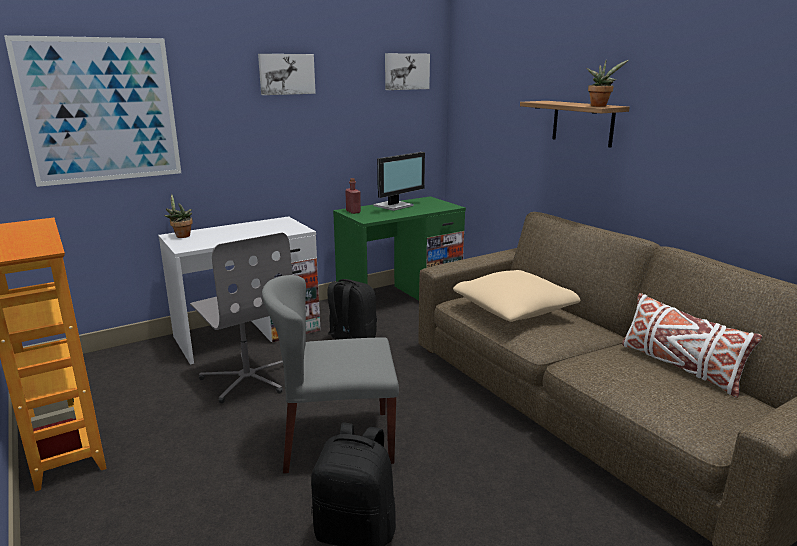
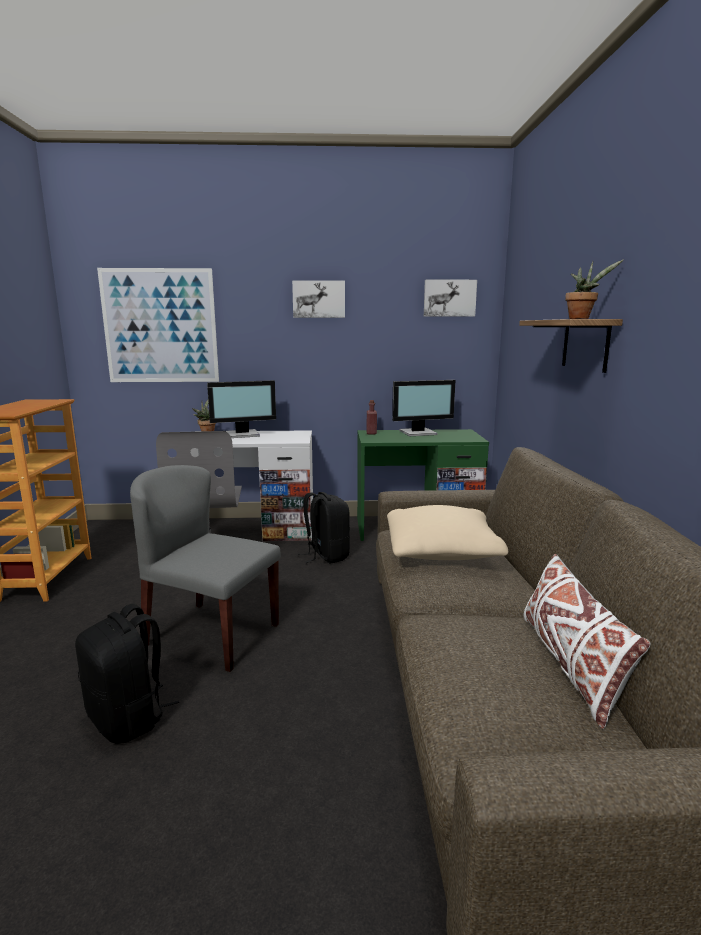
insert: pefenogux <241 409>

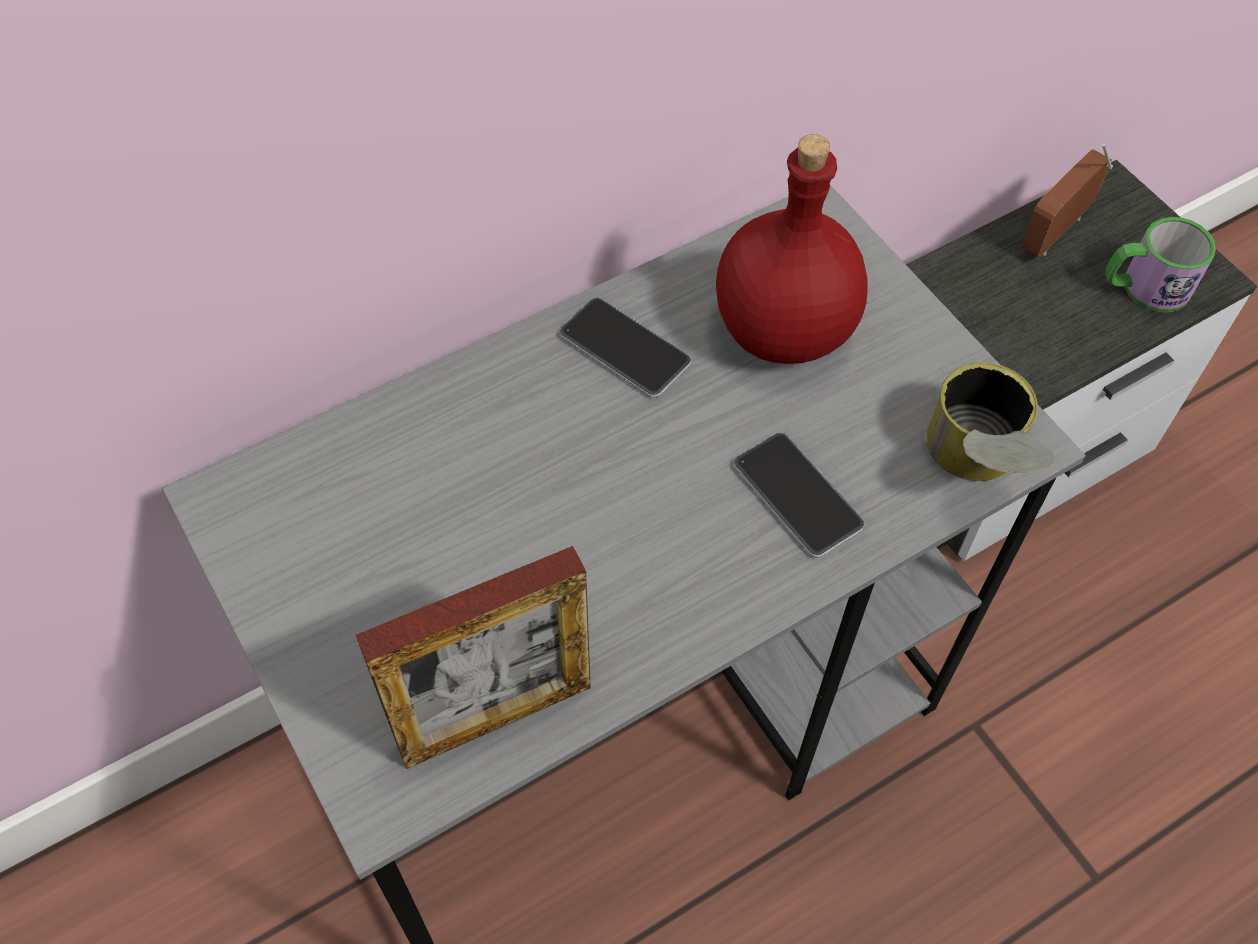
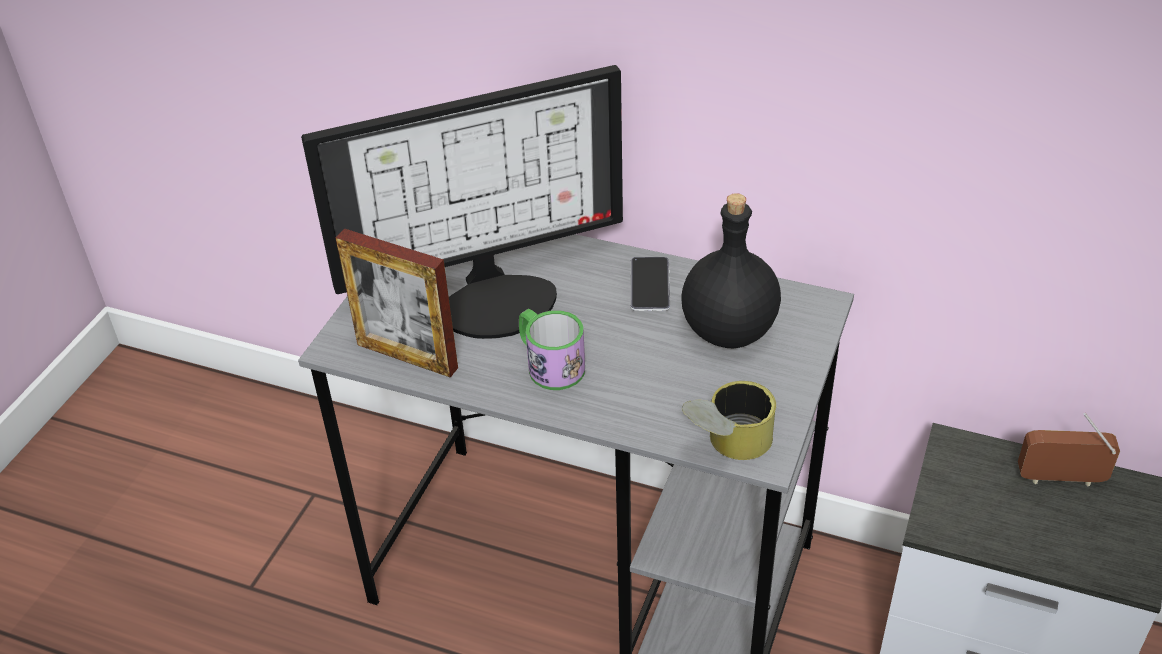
delete: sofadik <799 495>
insert: pefenogux <462 202>
move: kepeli <1160 264> to <552 349>
recolor: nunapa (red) <792 249> to nunapa (black) <731 270>

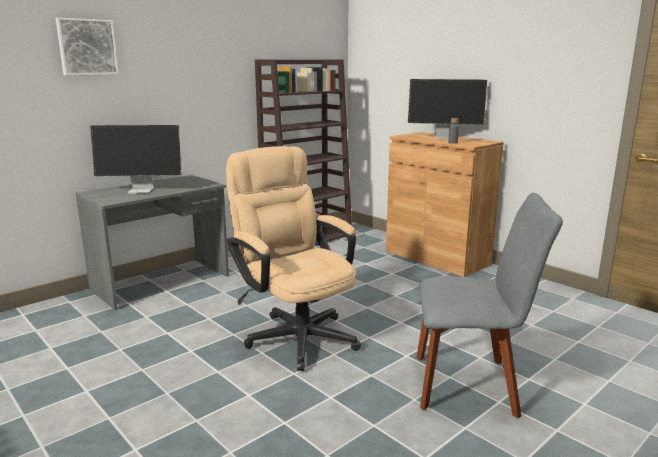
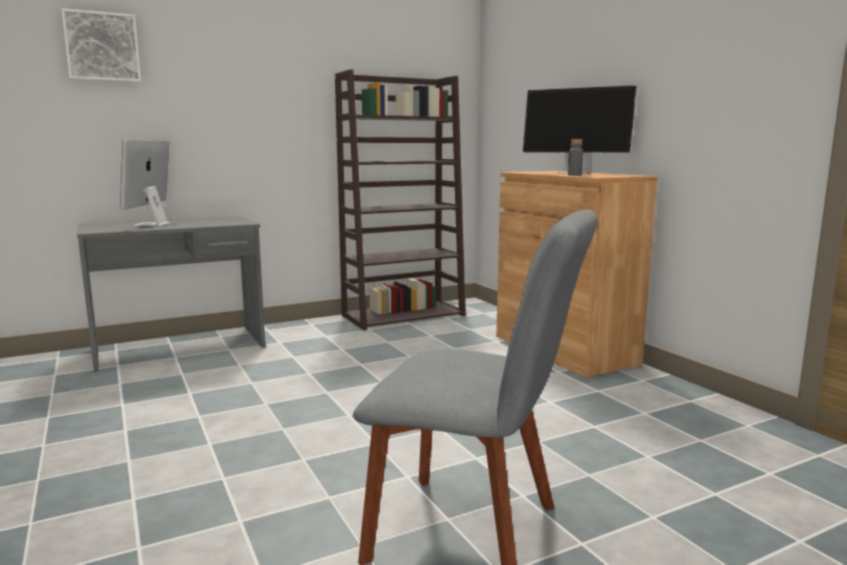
delete: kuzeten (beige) <293 258>
rotate: pefenogux <136 159> = <148 183> 75 degrees clockwise

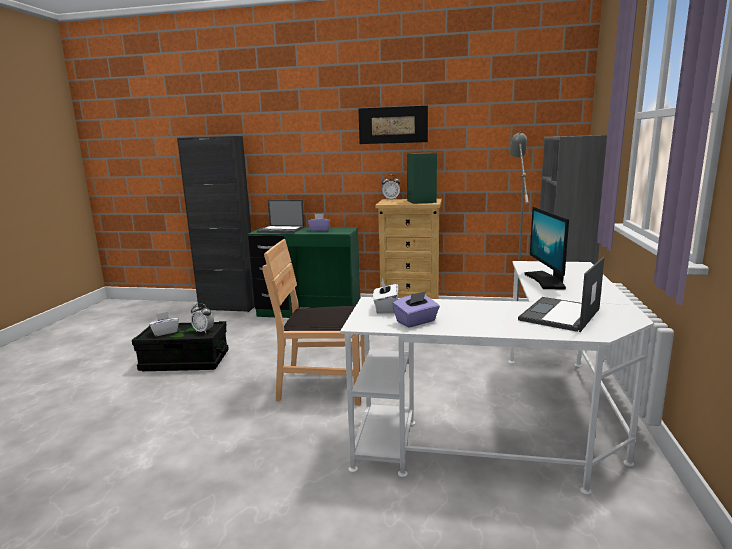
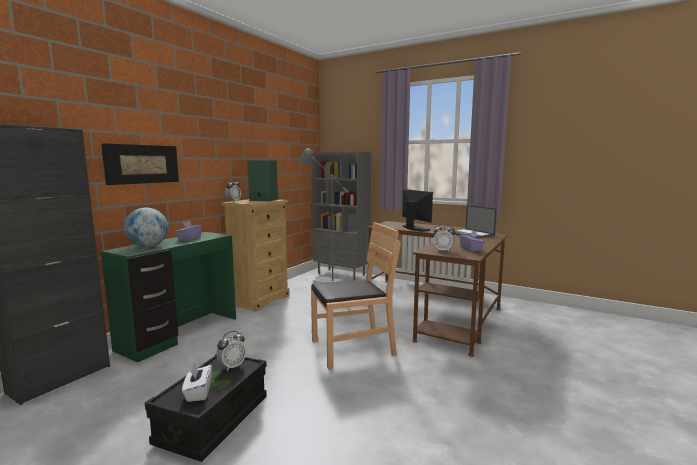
move: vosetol <393 125> to <140 164>
replace: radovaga <281 216> to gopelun <146 227>; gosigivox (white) <385 295> to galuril <444 237>
recolor: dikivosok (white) <497 378> to dikivosok (brown) <437 289>
rotate: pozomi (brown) <313 322> = <356 295> 135 degrees counterclockwise; pefenogux <546 248> = <417 210> 135 degrees counterclockwise

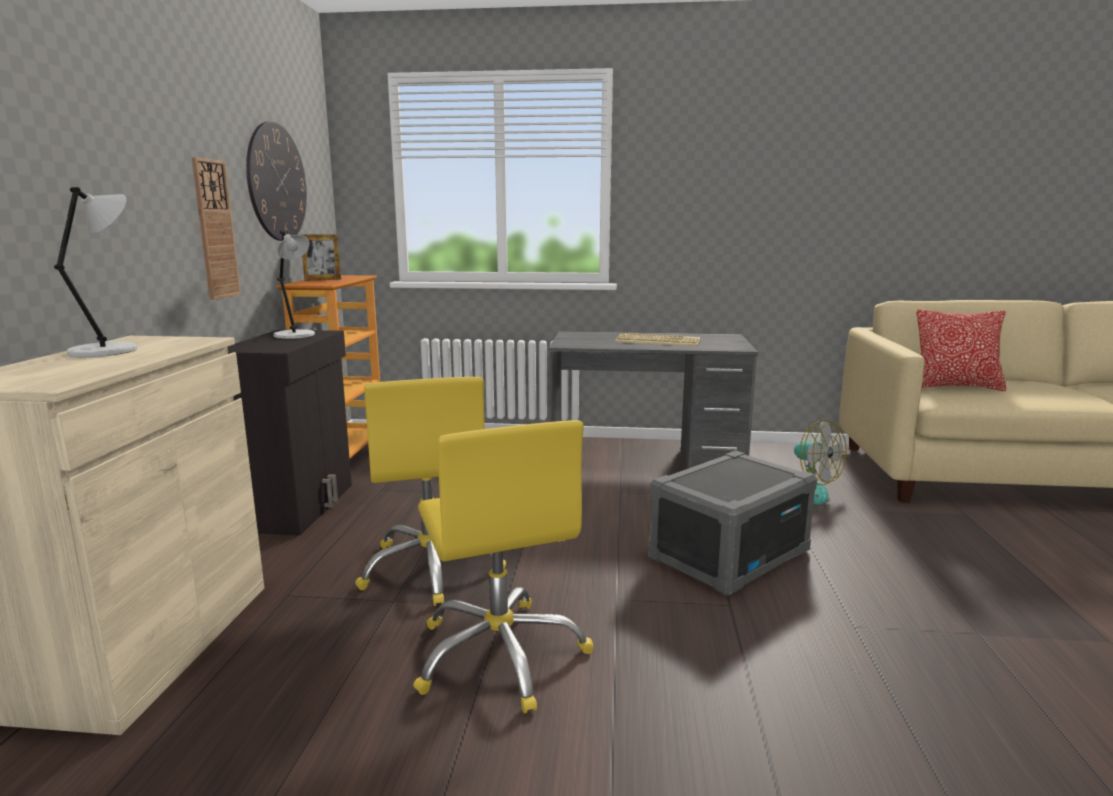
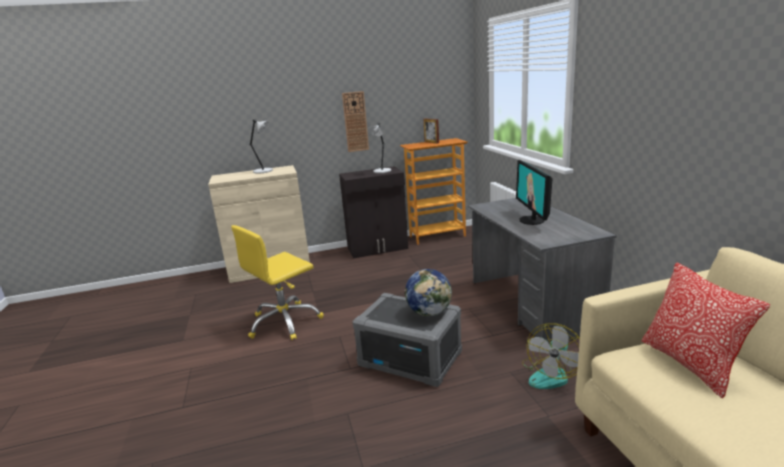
delete: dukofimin <276 181>; kuzeten (yellow) <430 491>
insert: gopelun <428 292>
replace: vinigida <657 339> to pefenogux <534 192>

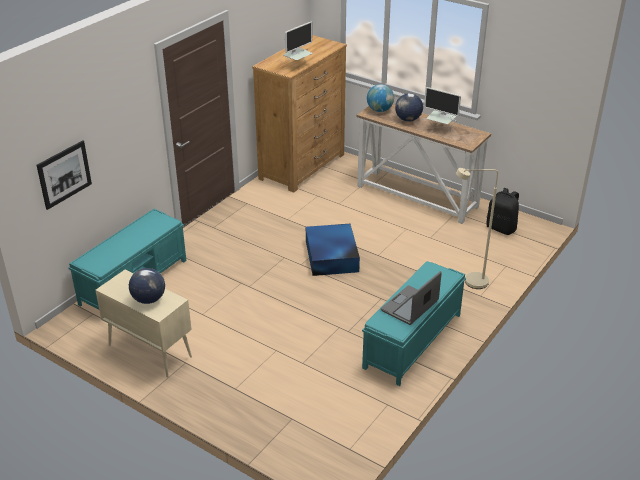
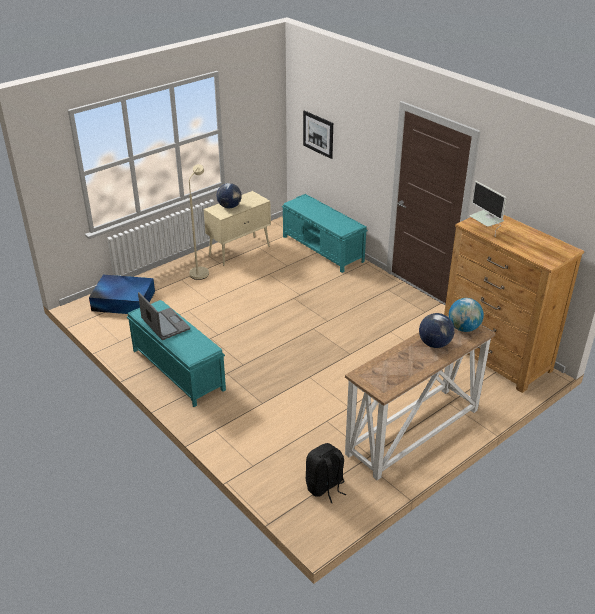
delete: pefenogux <442 109>
move: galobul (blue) <333 250> to <122 294>; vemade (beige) <477 228> to <199 222>

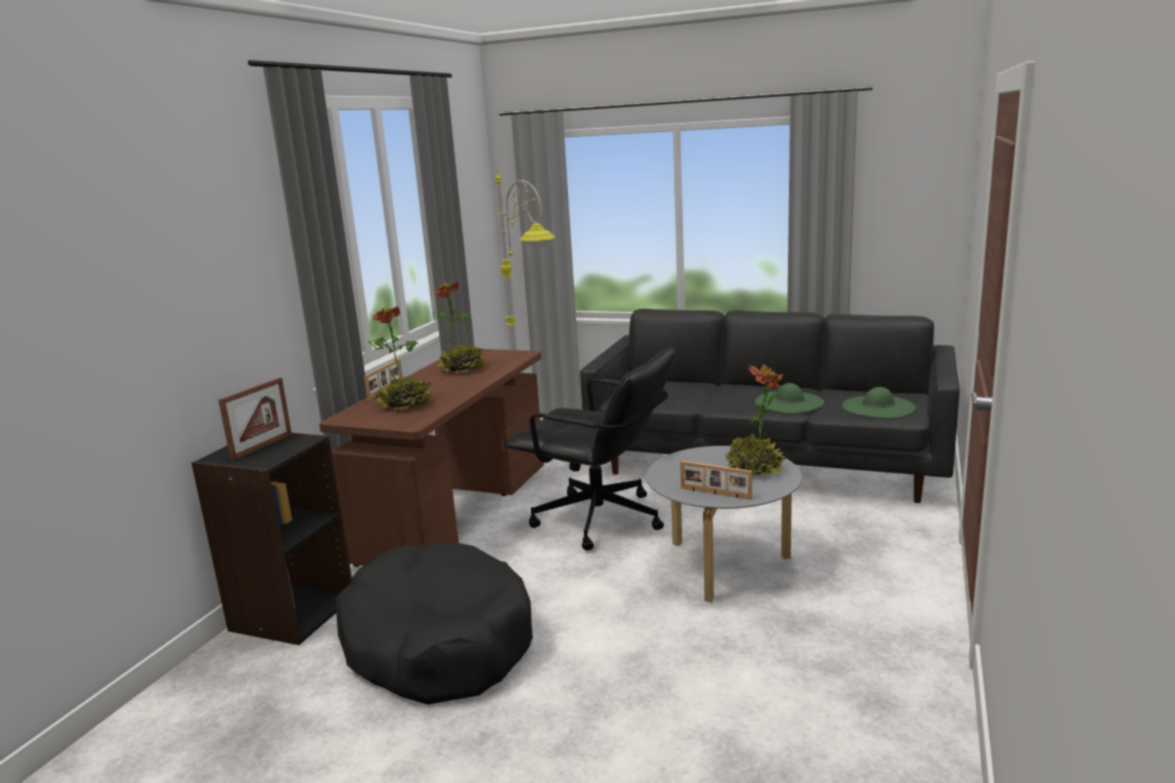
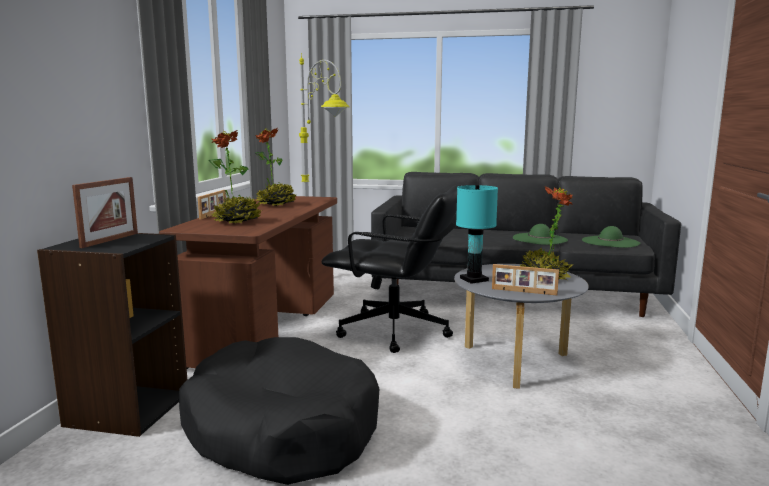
insert: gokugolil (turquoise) <477 234>

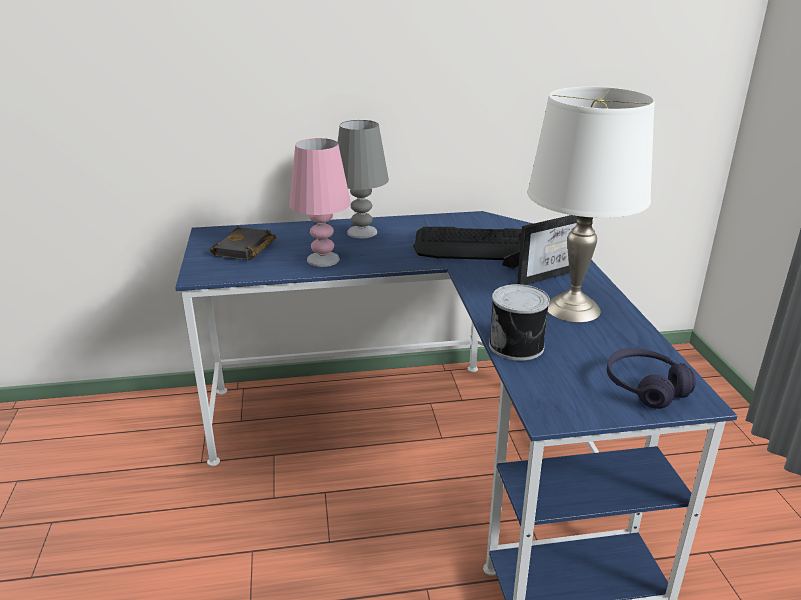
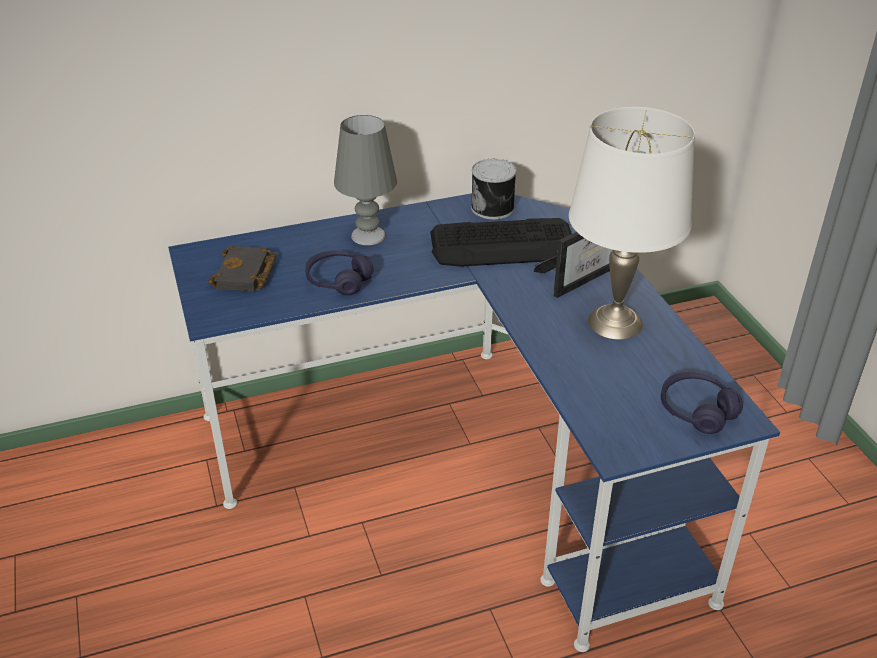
move: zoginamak <519 322> to <493 189>
replace: gokugolil (pink) <320 202> to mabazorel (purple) <339 273>

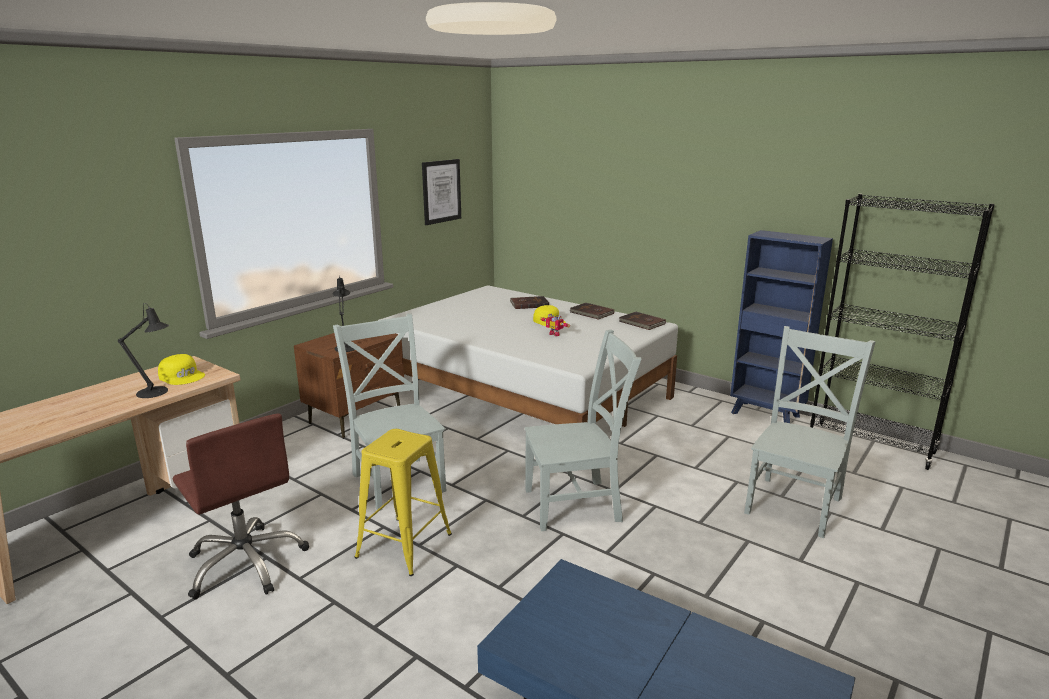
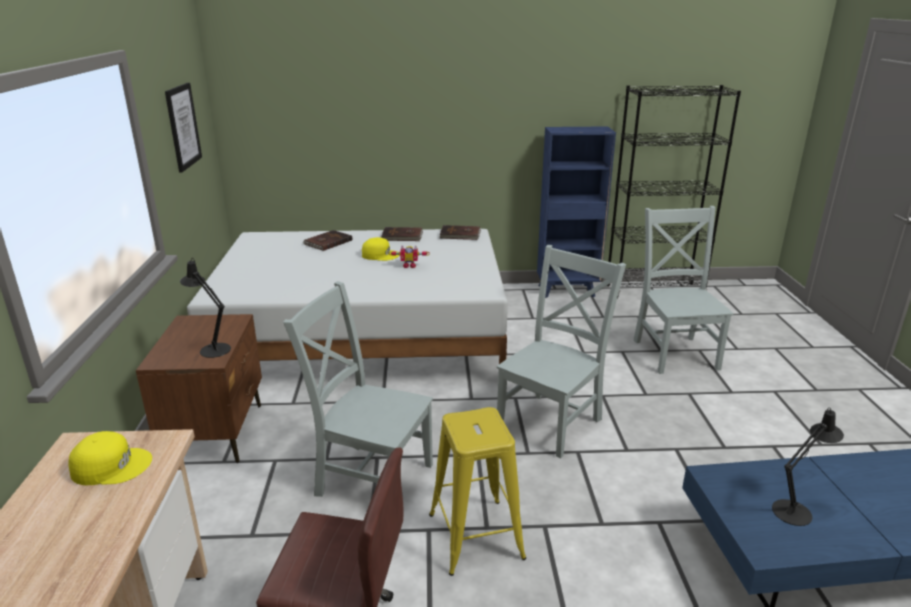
move: gokugolil (black) <143 350> to <808 466>

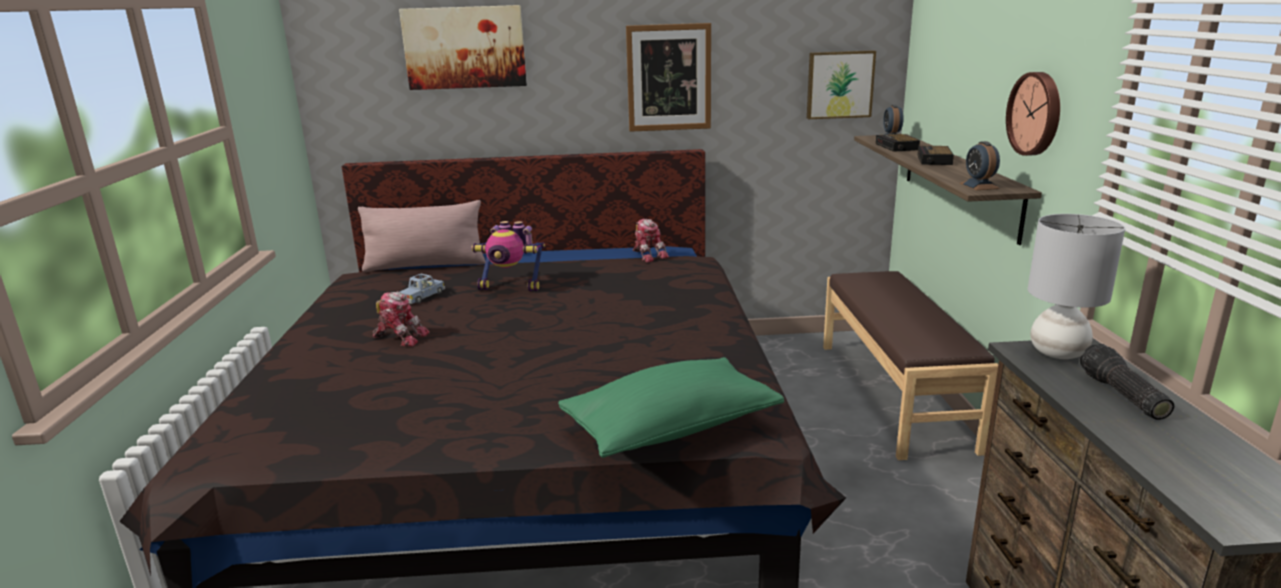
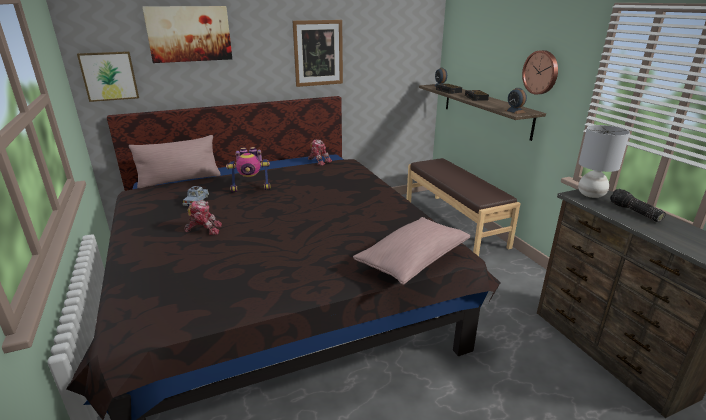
move: vosetol <841 84> to <108 76>
recolor: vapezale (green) <671 407> to vapezale (pink) <411 251>

